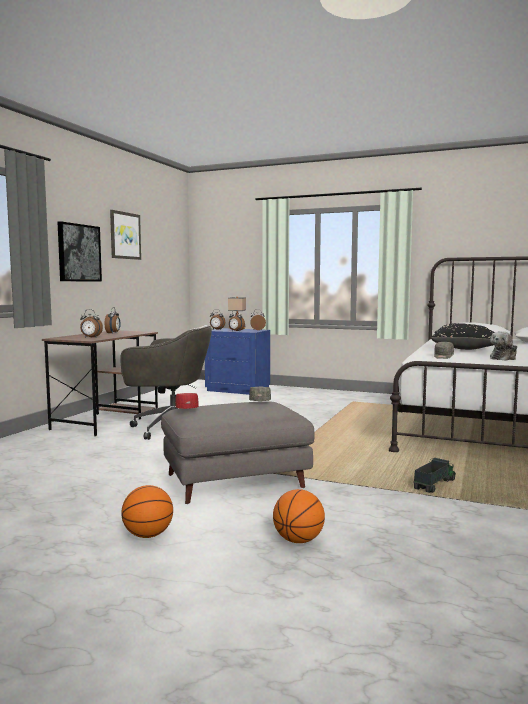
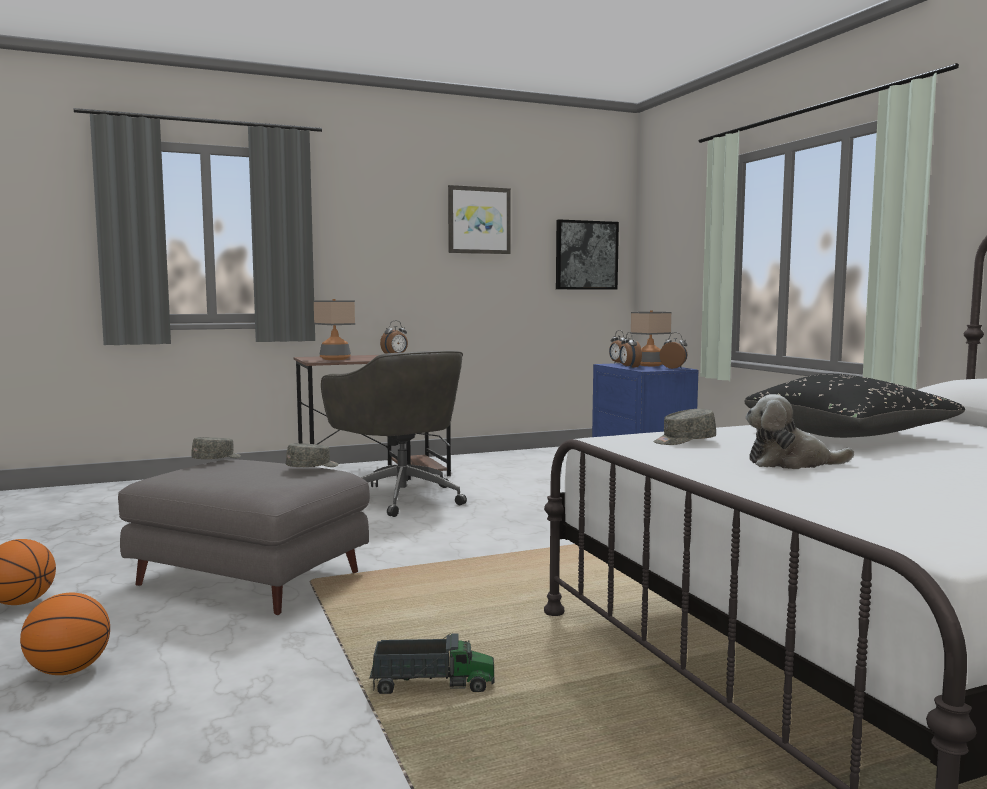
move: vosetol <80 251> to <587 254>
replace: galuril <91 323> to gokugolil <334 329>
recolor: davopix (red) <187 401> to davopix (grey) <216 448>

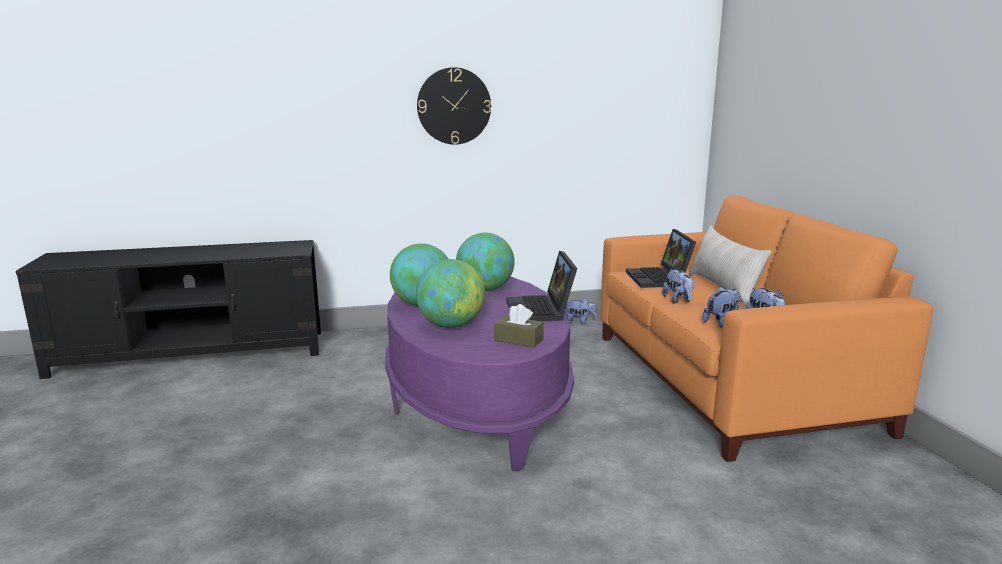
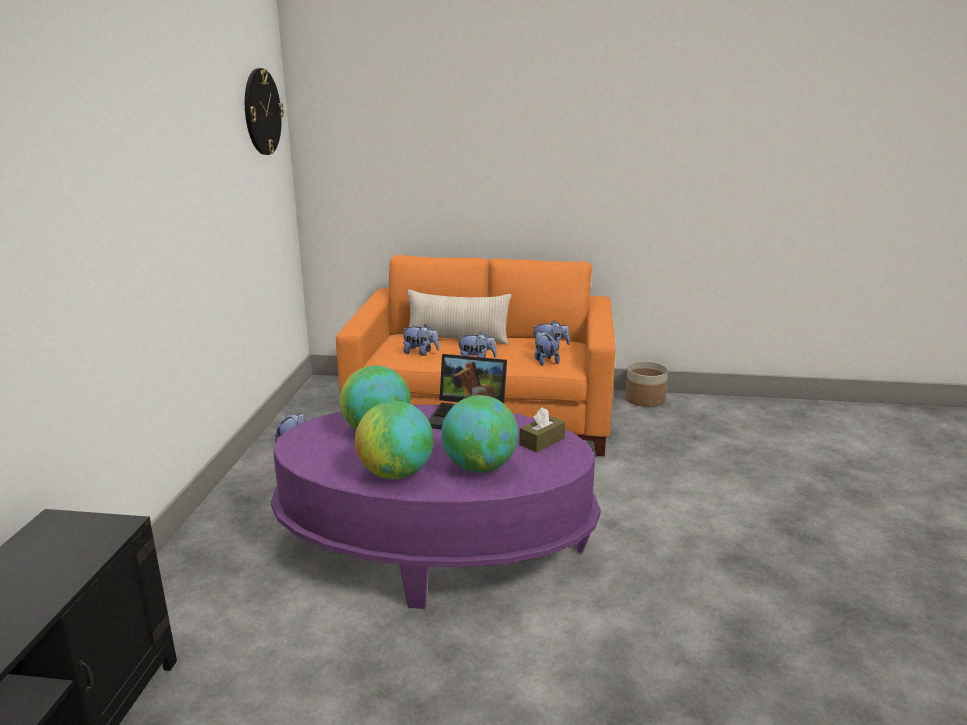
insert: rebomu <646 384>
move: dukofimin <454 106> to <264 111>
replace: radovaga <661 258> to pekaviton <420 340>

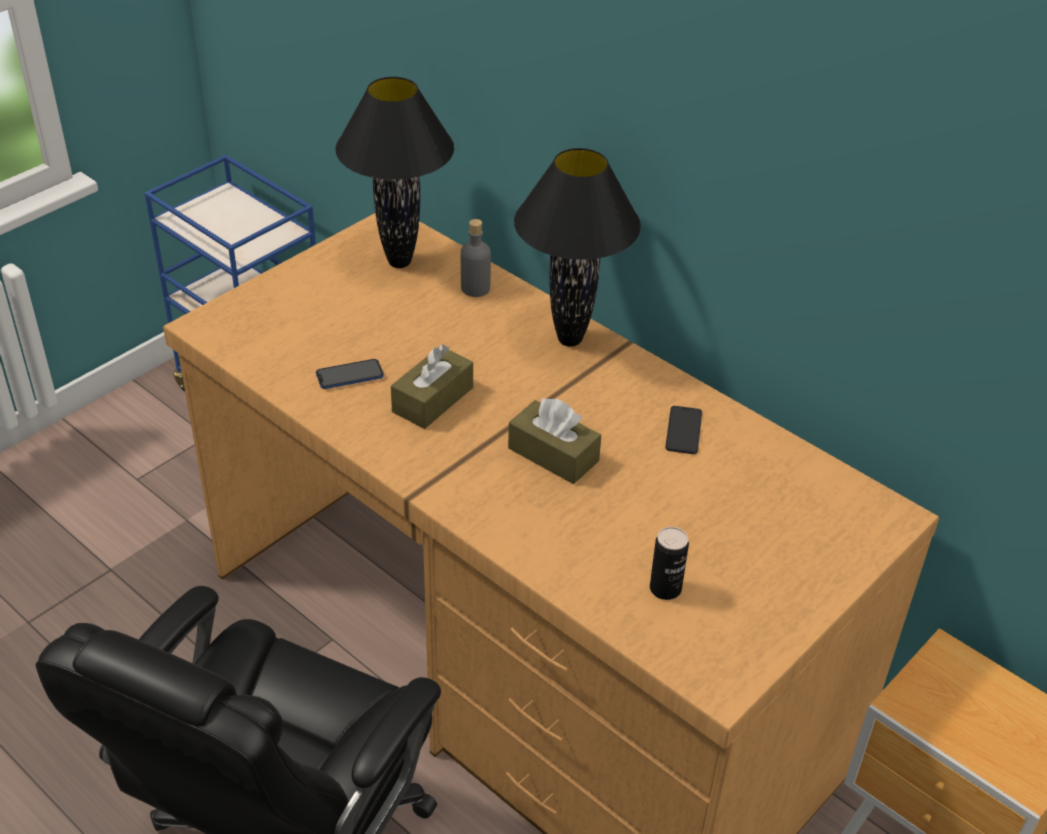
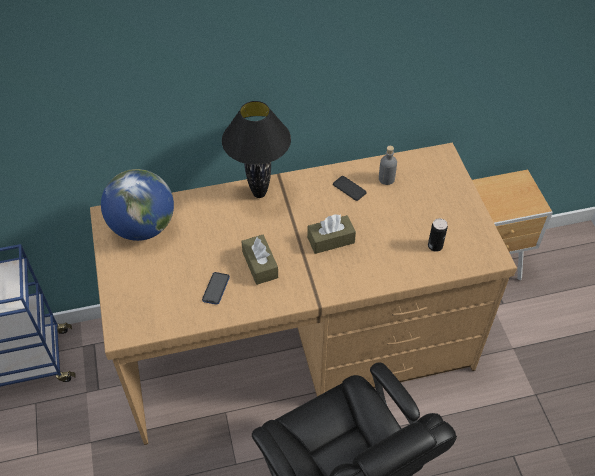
move: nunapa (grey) <476 258> to <388 165>
replace: gokugolil (black) <395 172> to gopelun <137 205>

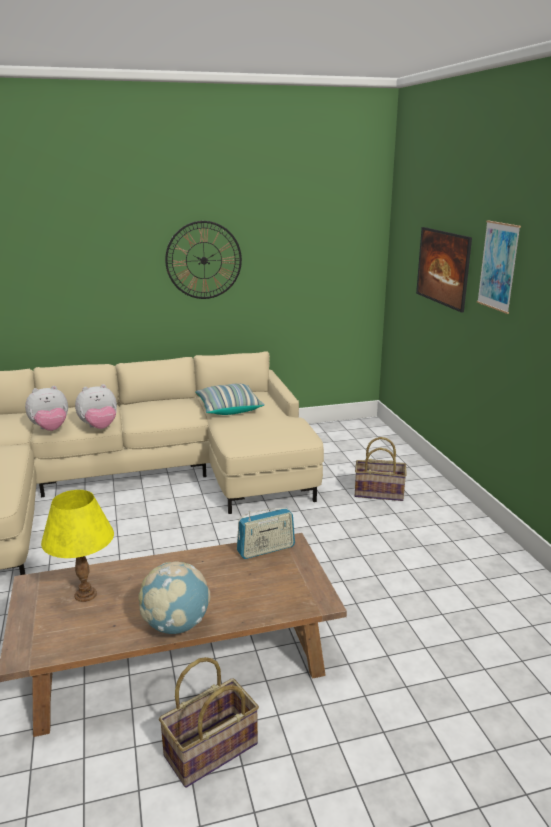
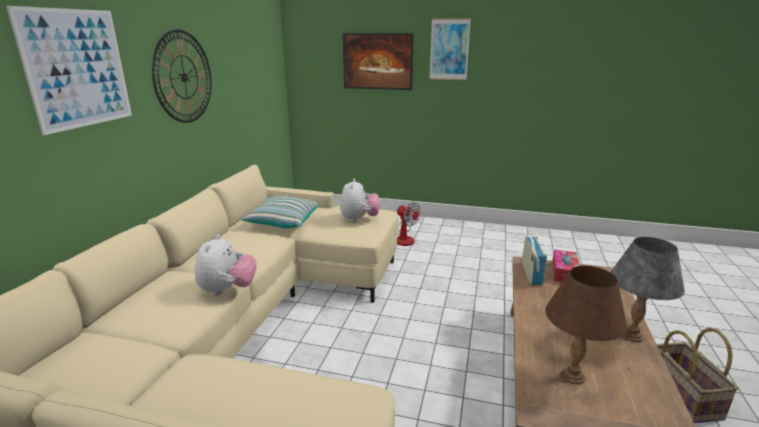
insert: vosetol <69 70>; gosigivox <565 266>
move: pekaviton <46 408> to <360 201>
replace: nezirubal <381 469> to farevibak <409 224>; gopelun <174 597> to gokugolil (grey) <648 289>
recolor: gokugolil (yellow) <77 546> to gokugolil (brown) <586 325>

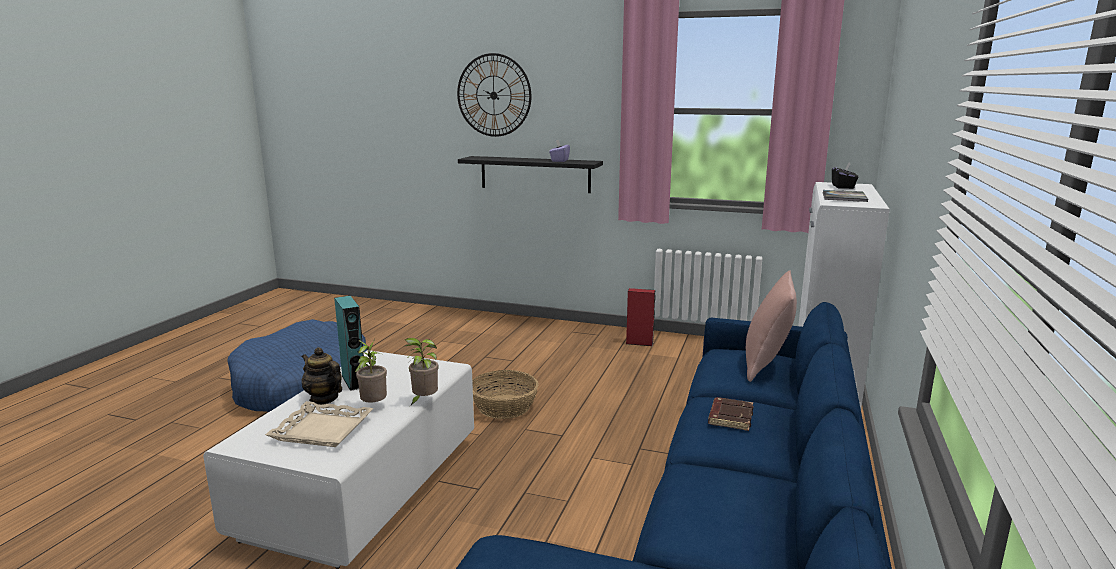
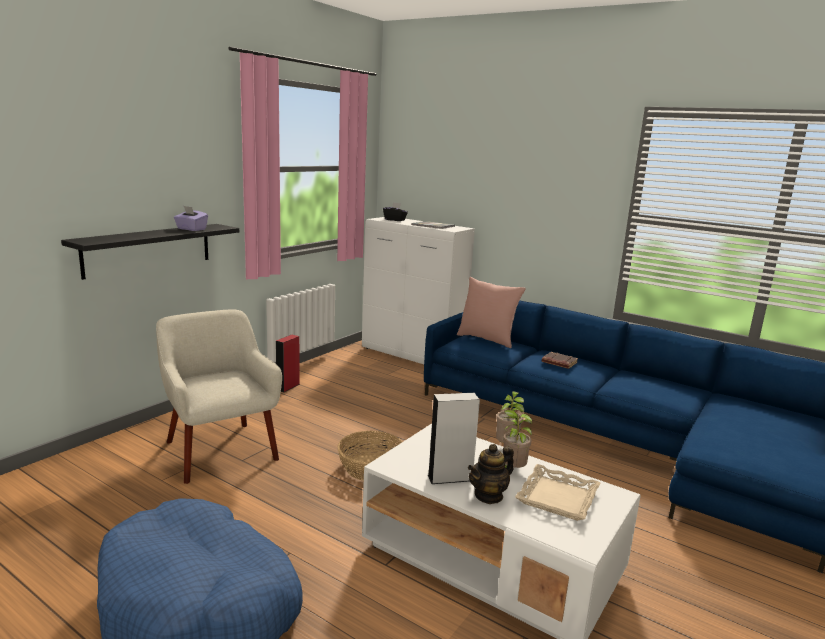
delete: dukofimin <494 95>
insert: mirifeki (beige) <219 396>
recolor: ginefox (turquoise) <349 343> to ginefox (grey) <454 438>

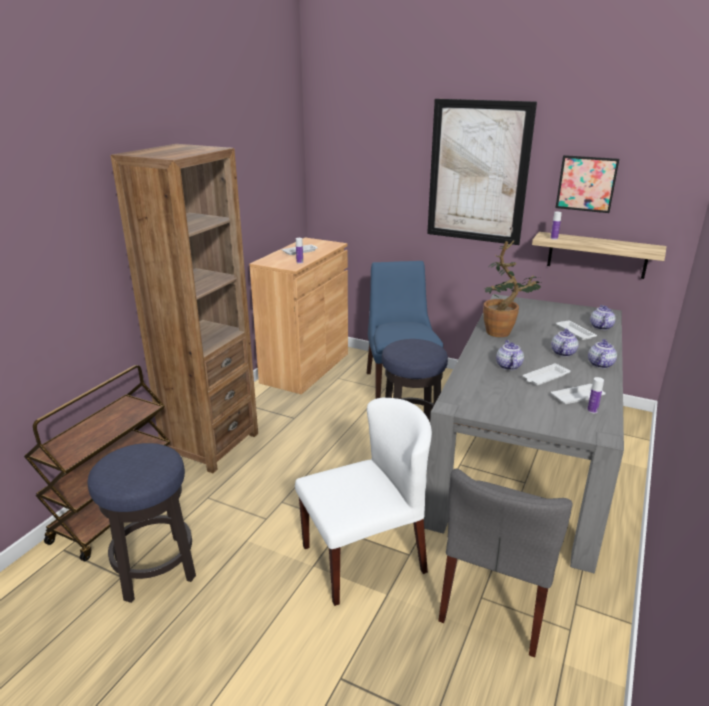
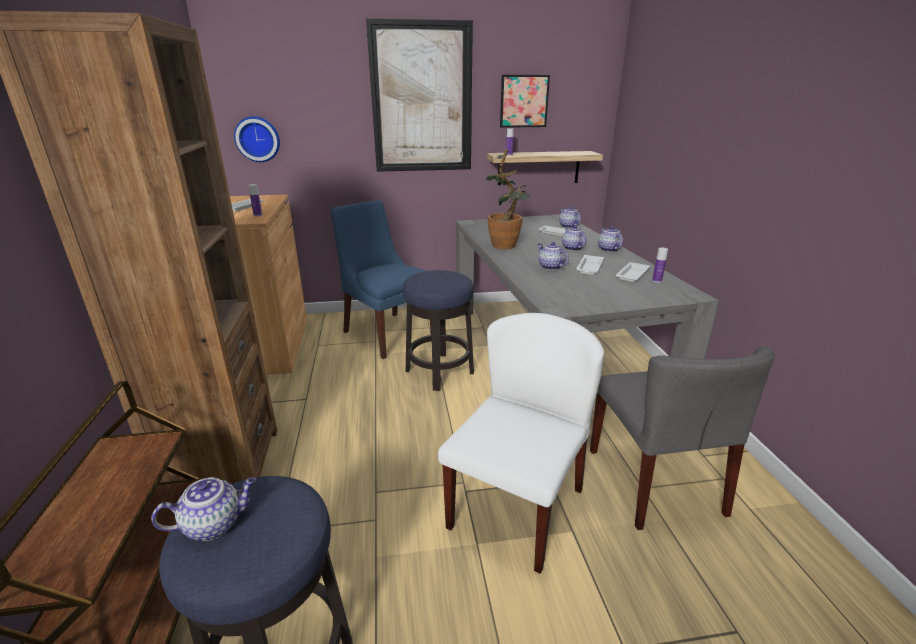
insert: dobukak <203 509>; dukofimin <257 139>

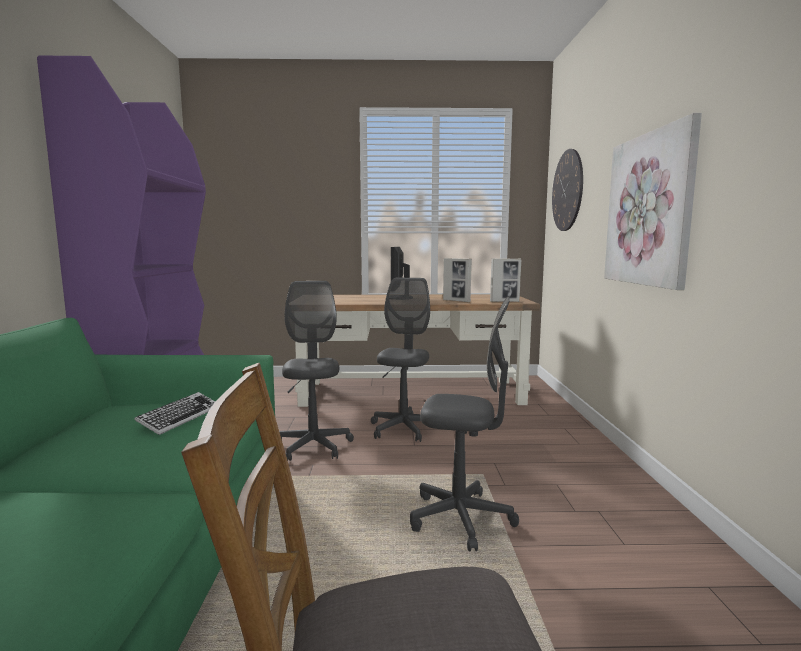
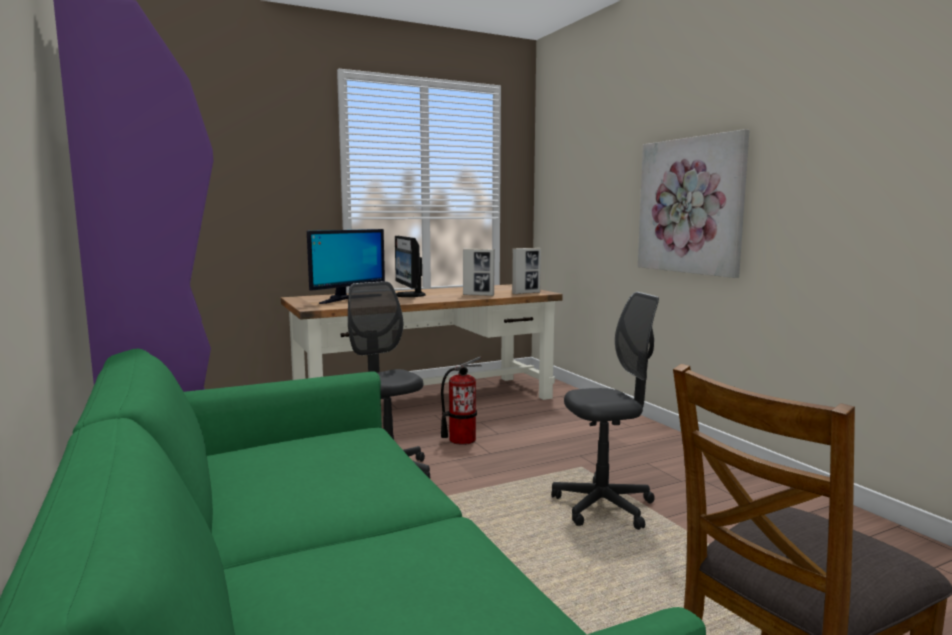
delete: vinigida <174 413>; dukofimin <567 190>
insert: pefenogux <346 266>
replace: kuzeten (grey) <400 360> to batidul <461 400>

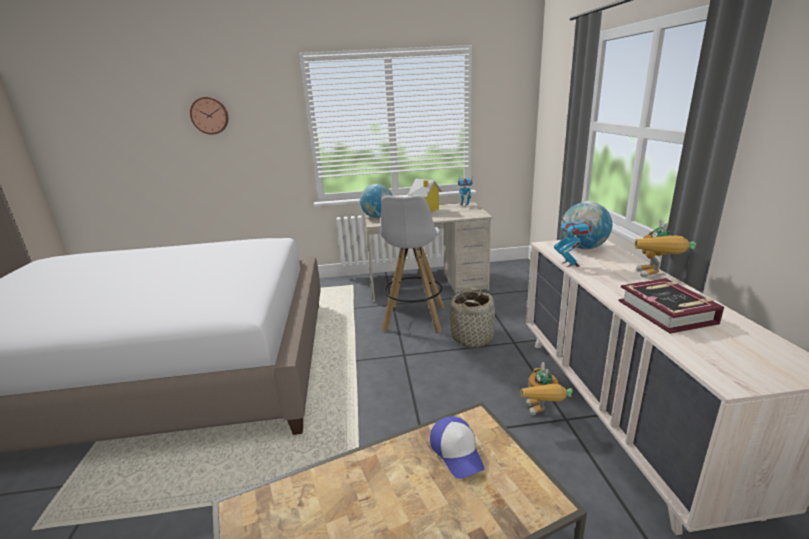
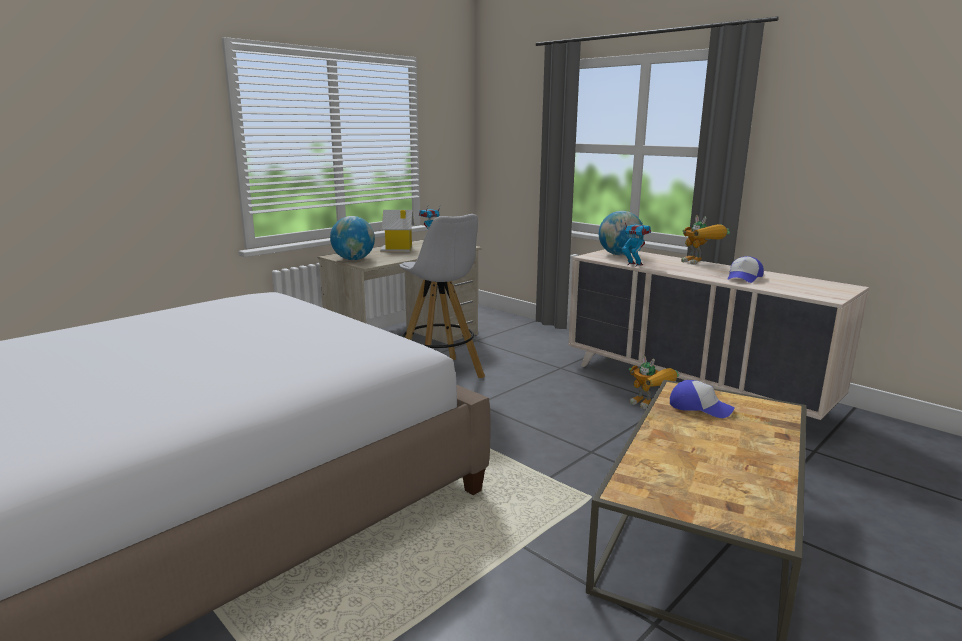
delete: dukofimin <209 116>; nezirubal <472 317>
replace: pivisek <671 306> to davopix <745 269>

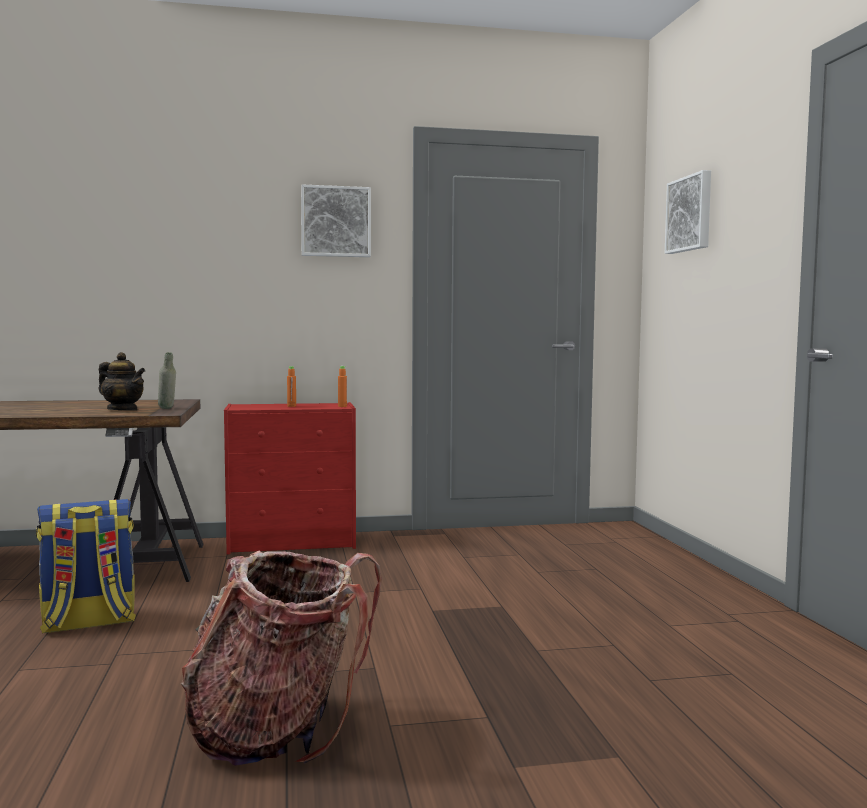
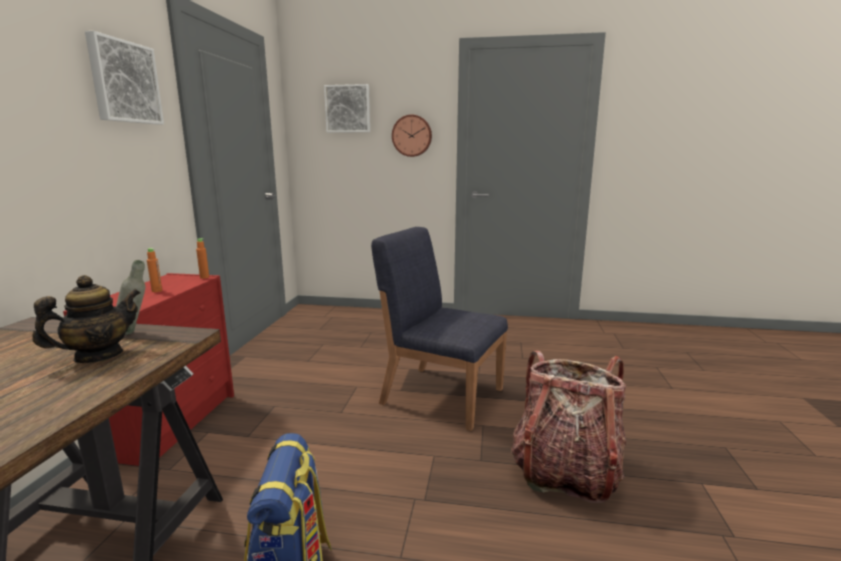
insert: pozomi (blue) <439 329>; dukofimin <412 136>

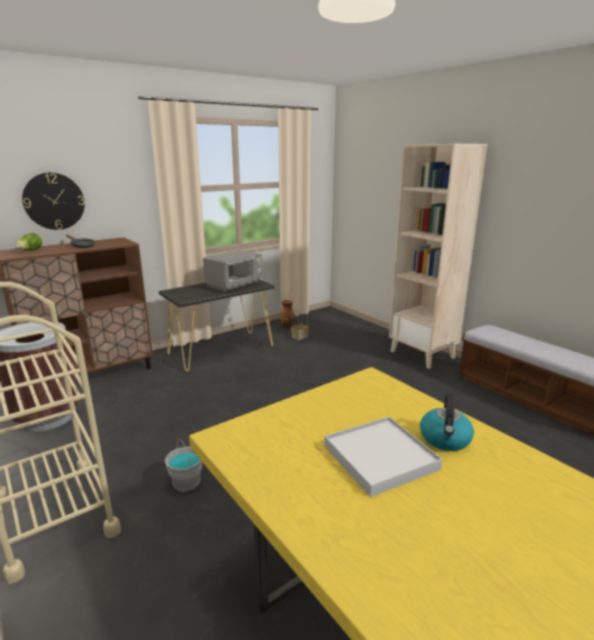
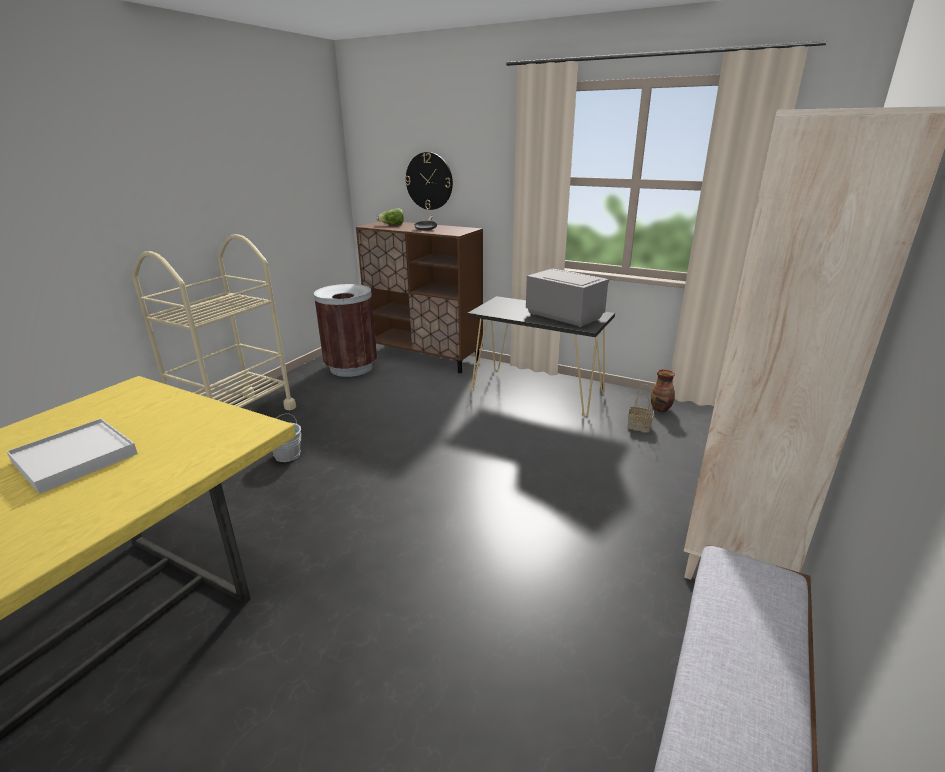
delete: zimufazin <447 422>
rotate: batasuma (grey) <232 271> = <567 298> 150 degrees counterclockwise

